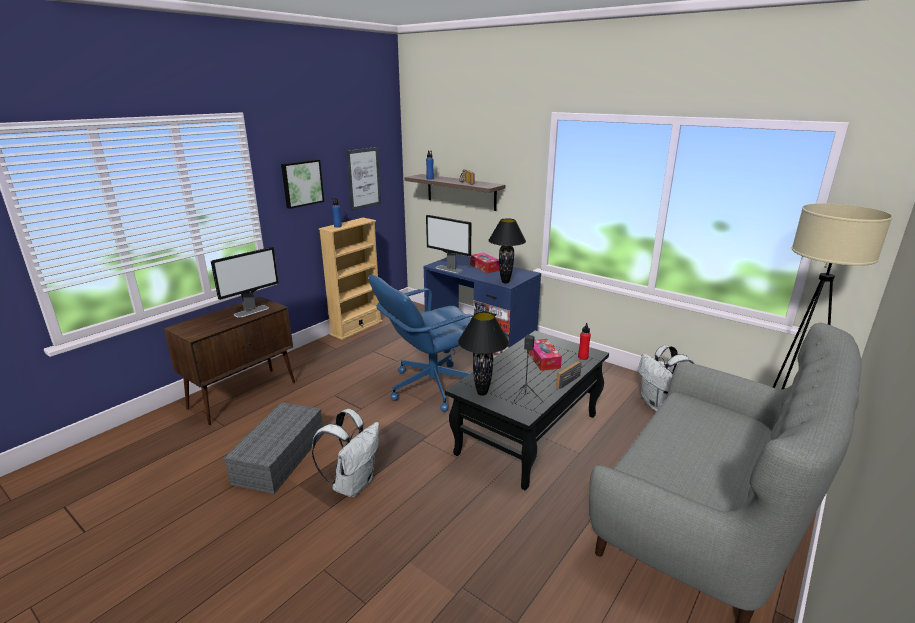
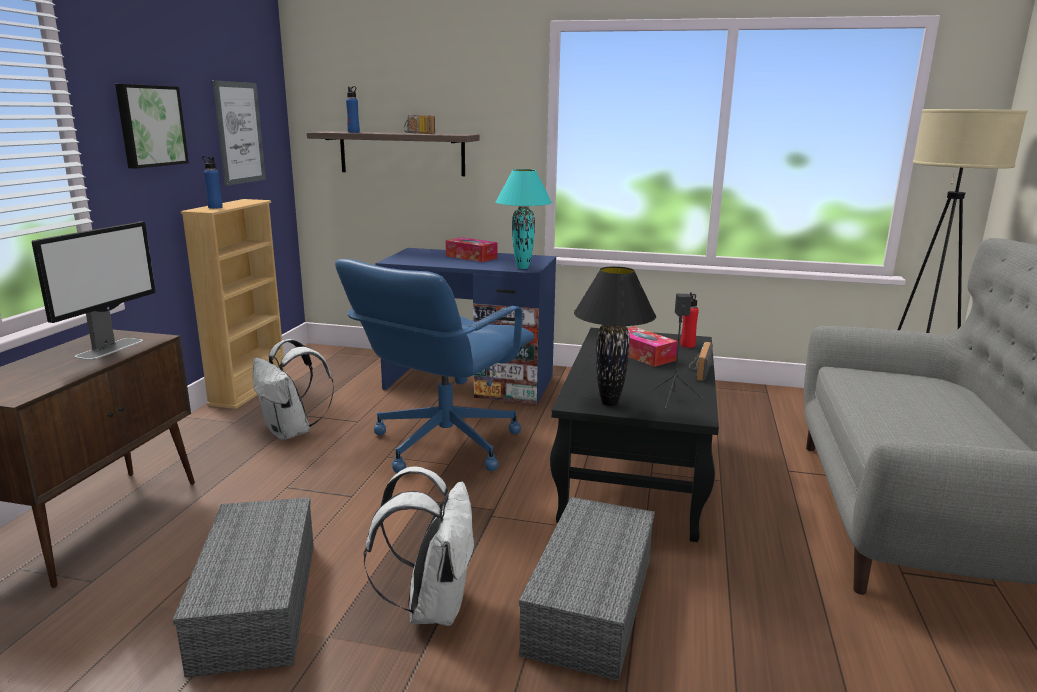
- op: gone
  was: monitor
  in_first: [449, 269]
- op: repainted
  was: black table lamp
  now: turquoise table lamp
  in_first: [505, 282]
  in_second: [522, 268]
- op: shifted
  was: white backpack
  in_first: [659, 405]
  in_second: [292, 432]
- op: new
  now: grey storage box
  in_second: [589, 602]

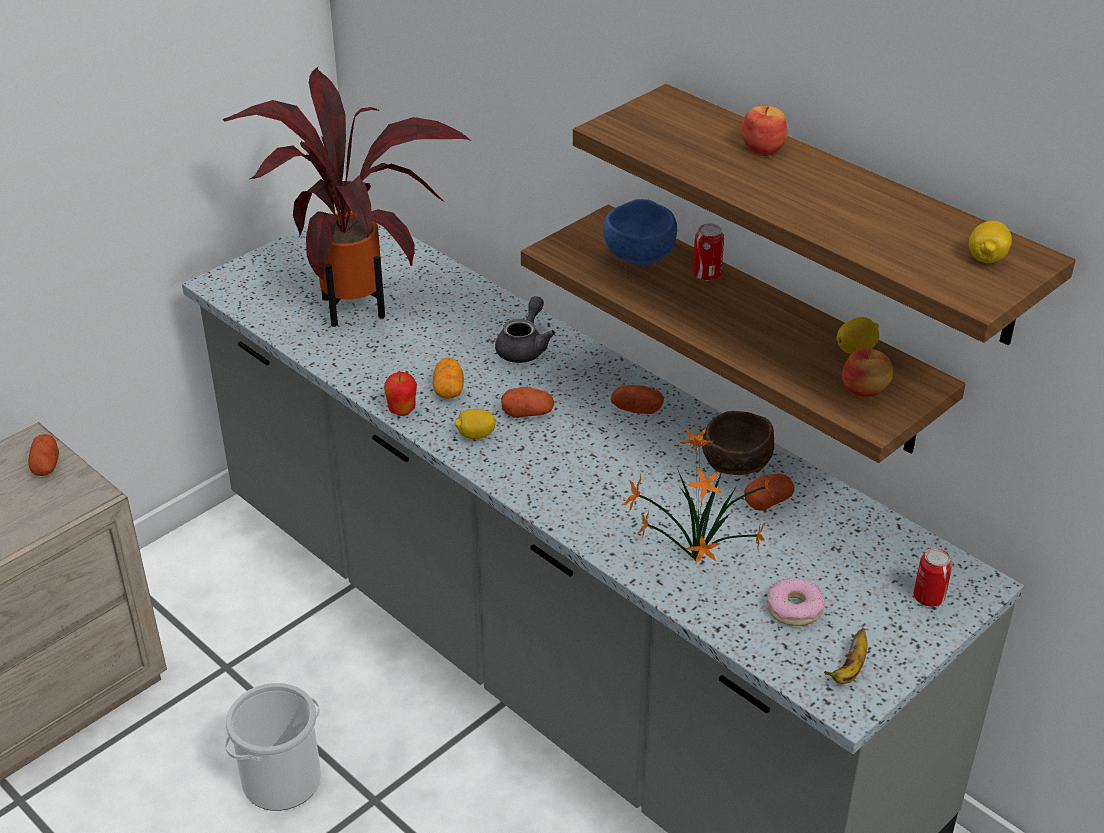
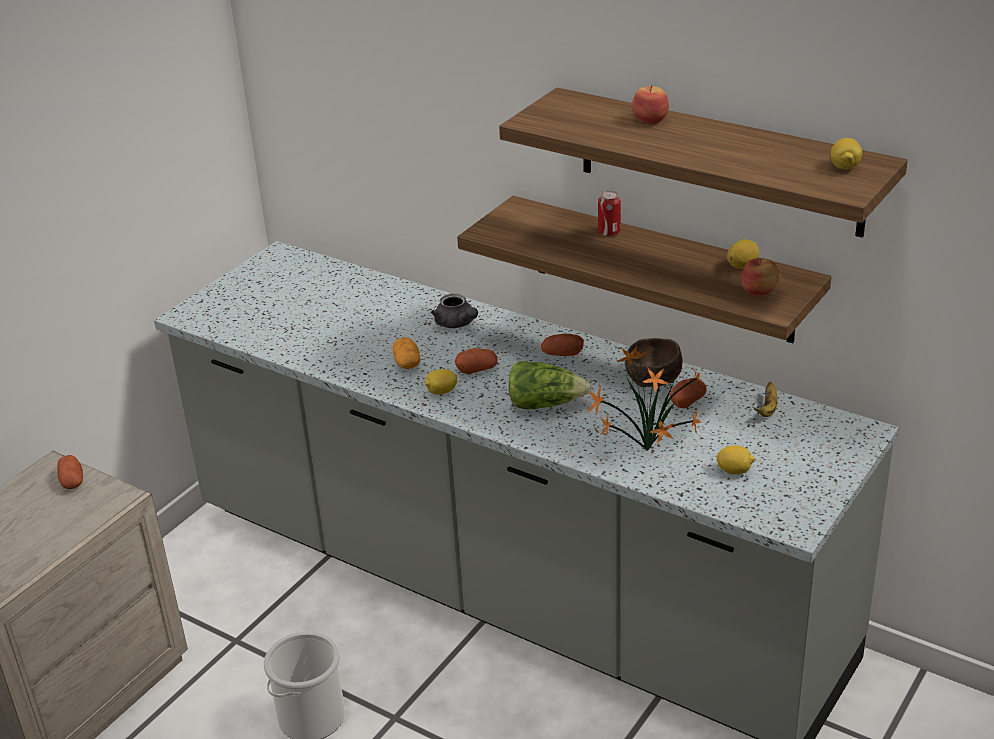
- op: gone
  was: potted plant
  in_first: [356, 303]
- op: gone
  was: apple
  in_first: [402, 410]
- op: rotated
  was: grey teapot
  in_first: [524, 347]
  in_second: [457, 324]
  clockwise: 135
- op: gone
  was: blue bowl
  in_first: [639, 253]
- op: swapped
  was: donut
  now: lemon
  in_first: [794, 609]
  in_second: [734, 471]
- op: shifted
  was: banana
  in_first: [849, 669]
  in_second: [767, 409]
- op: gone
  was: can
  in_first: [928, 597]
- op: new
  now: lettuce
  in_second: [545, 404]

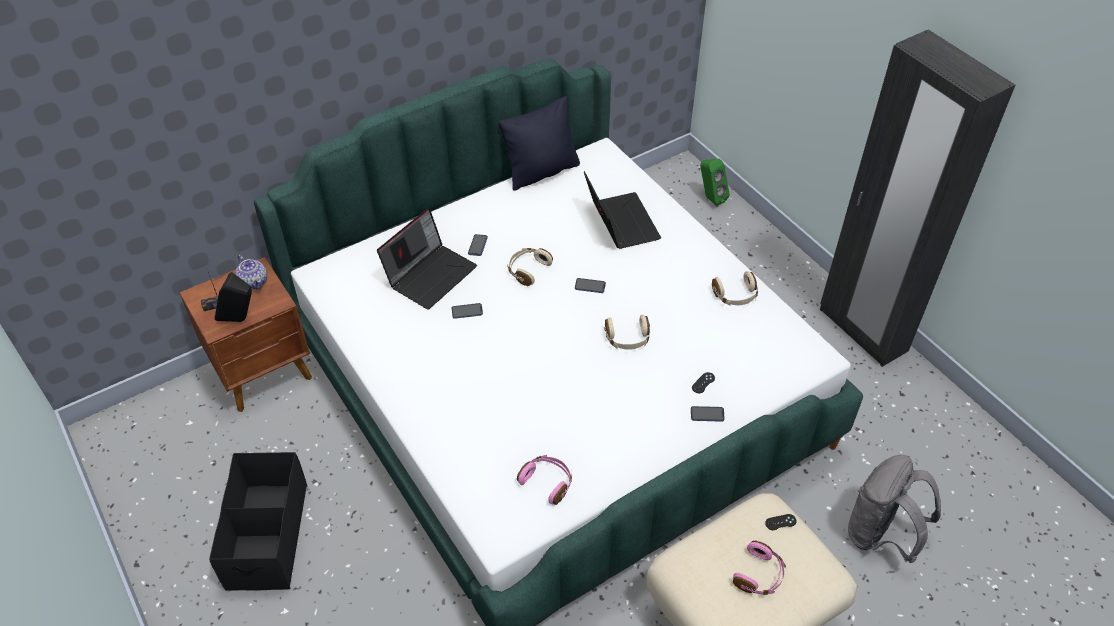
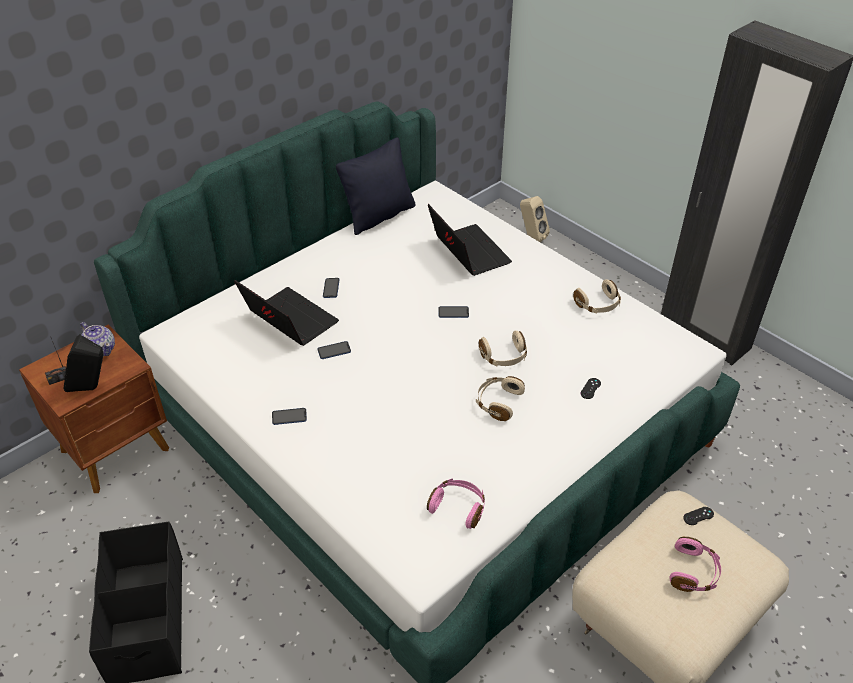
- op: rotated
  was: laptop
  in_first: [430, 274]
  in_second: [288, 320]
  clockwise: -75
- op: shifted
  was: beige headphones
  in_first: [528, 270]
  in_second: [498, 402]
- op: shifted
  was: phone
  in_first: [707, 414]
  in_second: [289, 417]
- op: repainted
  was: green speaker
  now: beige speaker
  in_first: [710, 198]
  in_second: [531, 236]
- op: gone
  was: grey backpack
  in_first: [880, 535]

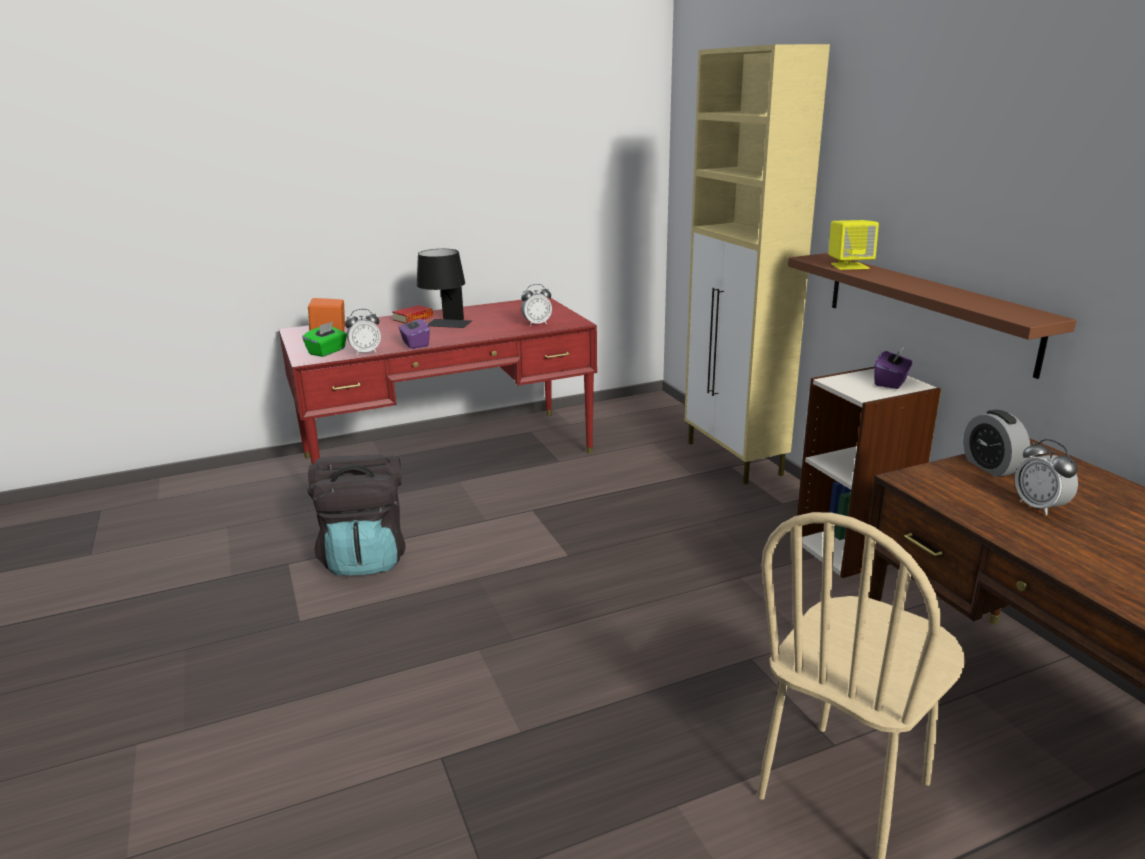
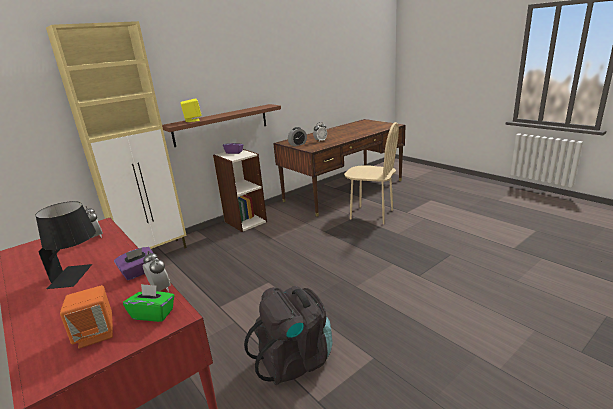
- op: gone
  was: book
  in_first: [413, 318]

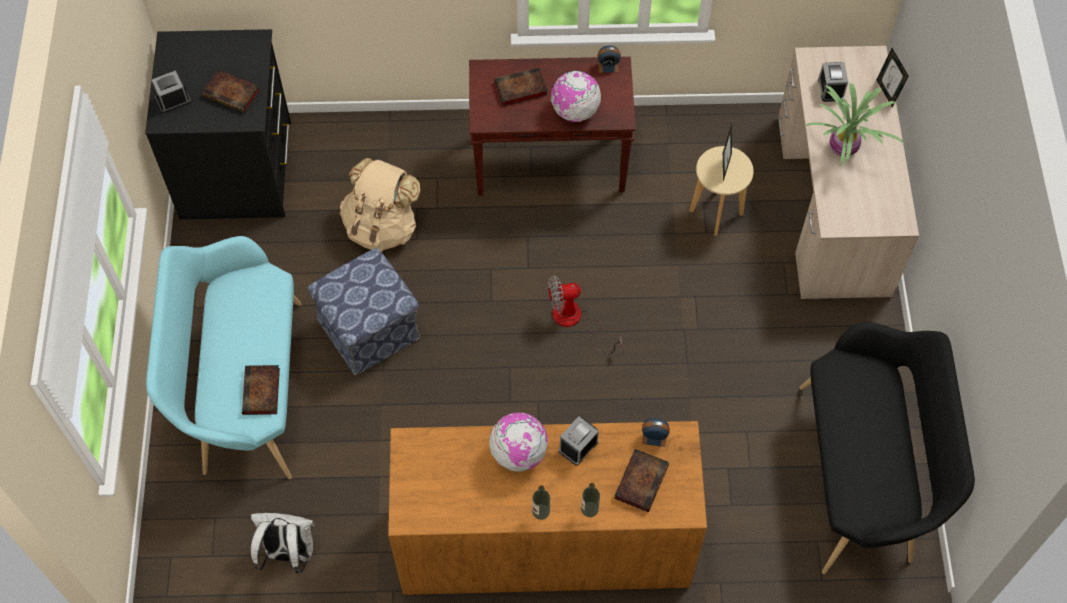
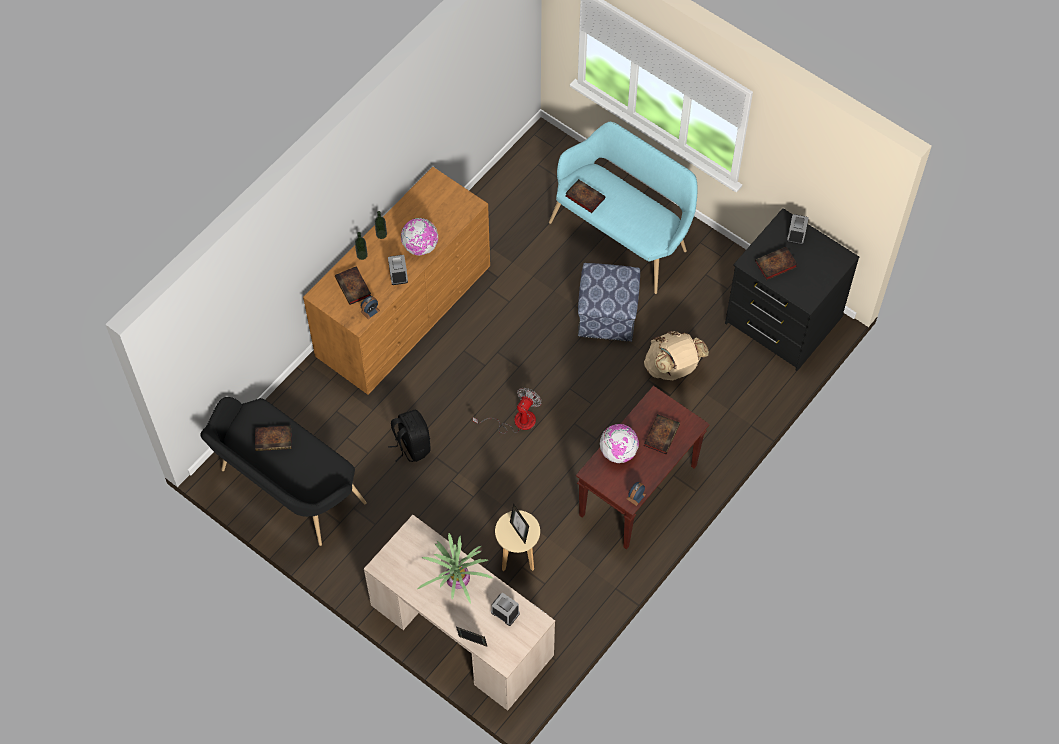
- op: gone
  was: white backpack
  in_first: [288, 553]
- op: new
  now: book
  in_second: [274, 439]
- op: new
  now: black backpack
  in_second: [411, 446]

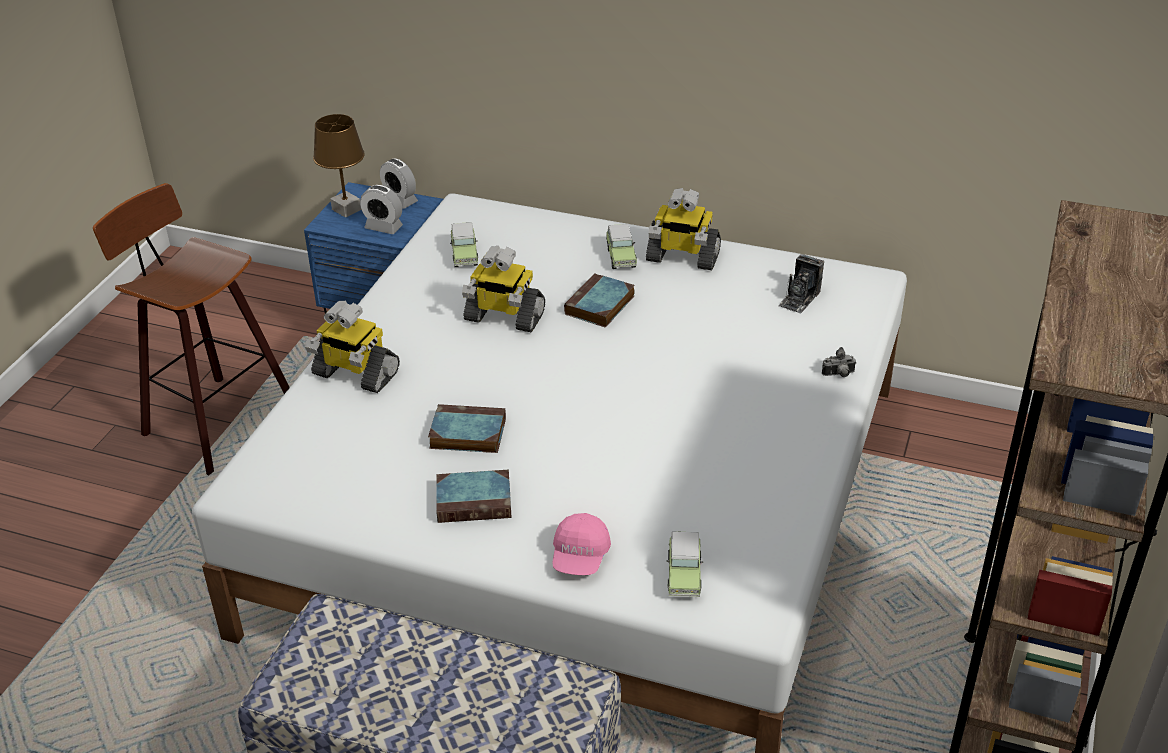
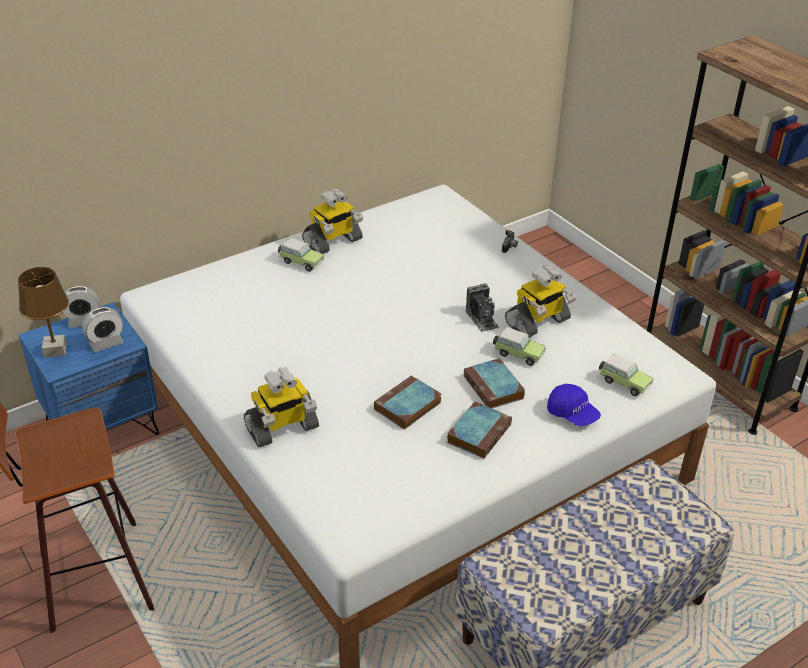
- op: shifted
  was: toy car
  in_first: [464, 255]
  in_second: [517, 354]
- op: shifted
  was: toy robot
  in_first: [503, 317]
  in_second: [537, 322]
- op: repainted
  was: pink cap
  now: blue cap
  in_first: [580, 557]
  in_second: [572, 414]
- op: shifted
  was: book
  in_first: [599, 306]
  in_second: [494, 388]
- op: shifted
  was: photo camera
  in_first: [799, 298]
  in_second: [482, 319]

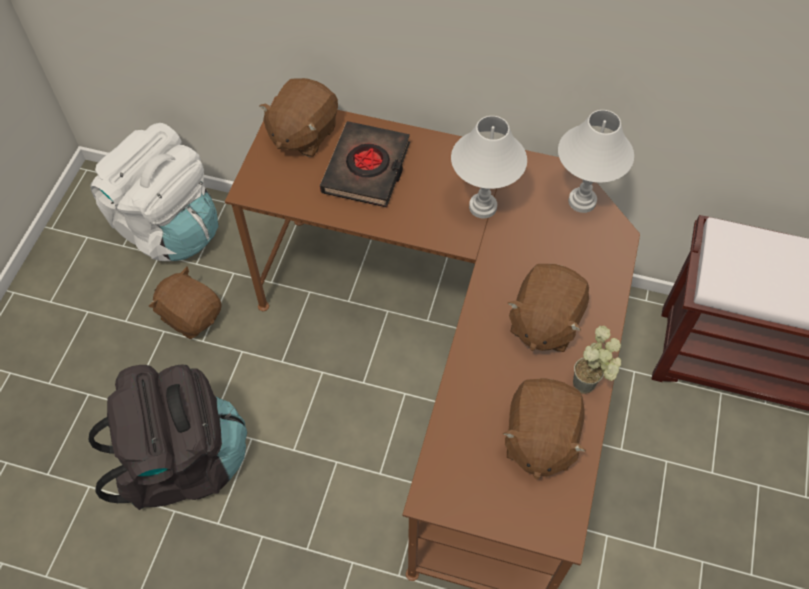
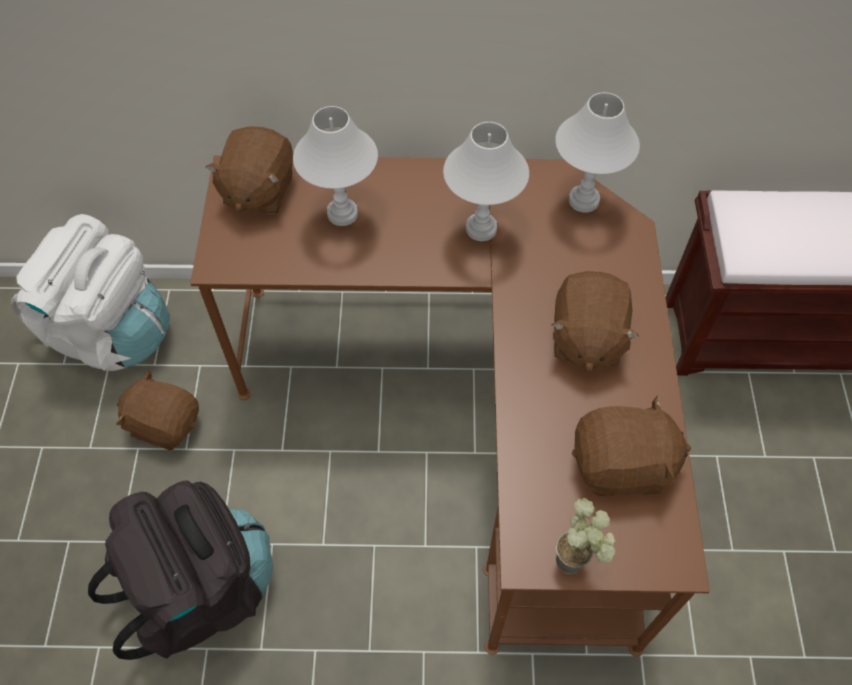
- op: swapped
  was: black book
  now: white table lamp
  in_first: [367, 169]
  in_second: [342, 214]
- op: rotated
  was: brown plush toy
  in_first: [539, 439]
  in_second: [622, 465]
  clockwise: -90
- op: shifted
  was: potted plant
  in_first: [590, 386]
  in_second: [578, 562]

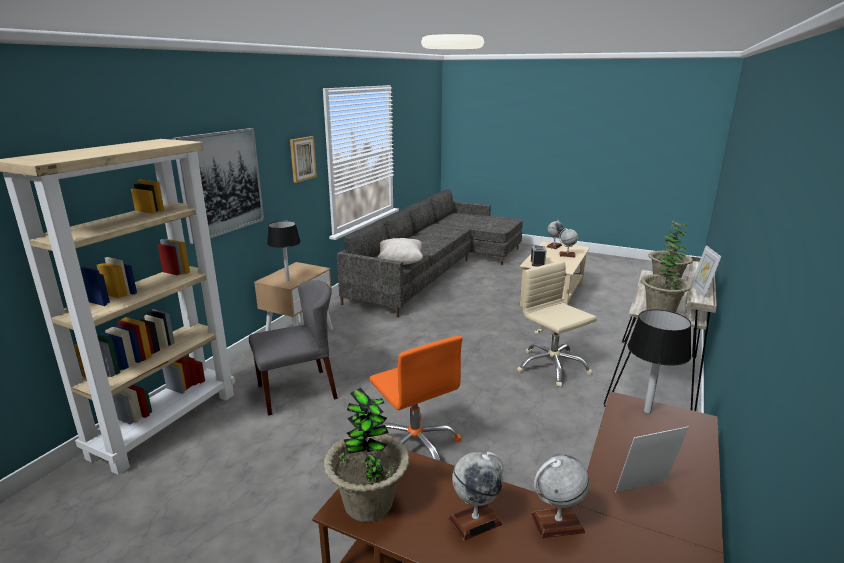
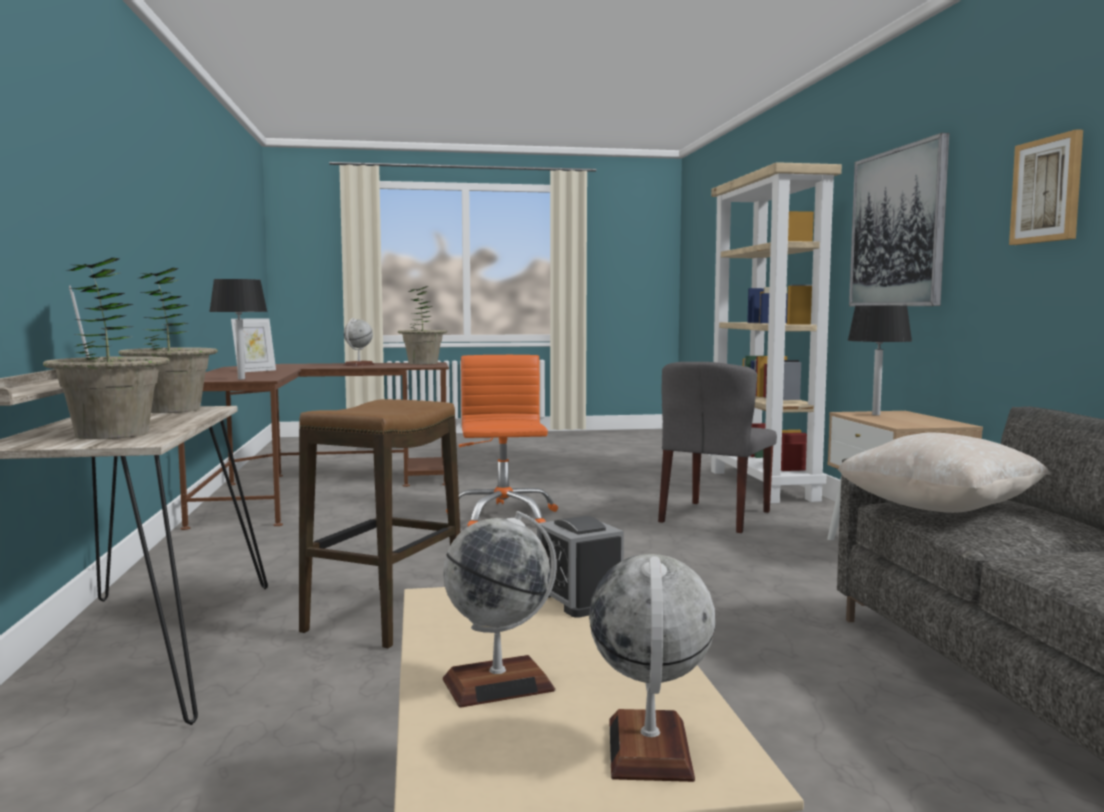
- op: rotated
  was: orange office chair
  in_first: [415, 447]
  in_second: [503, 516]
  clockwise: 60
- op: swapped
  was: beige office chair
  now: stool
  in_first: [552, 367]
  in_second: [385, 616]
- op: gone
  was: globe
  in_first: [557, 523]

